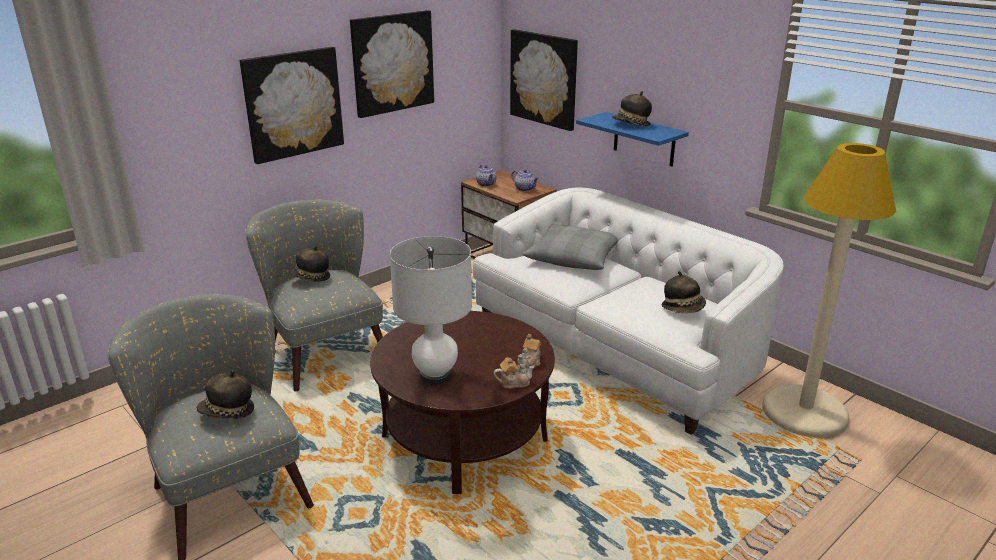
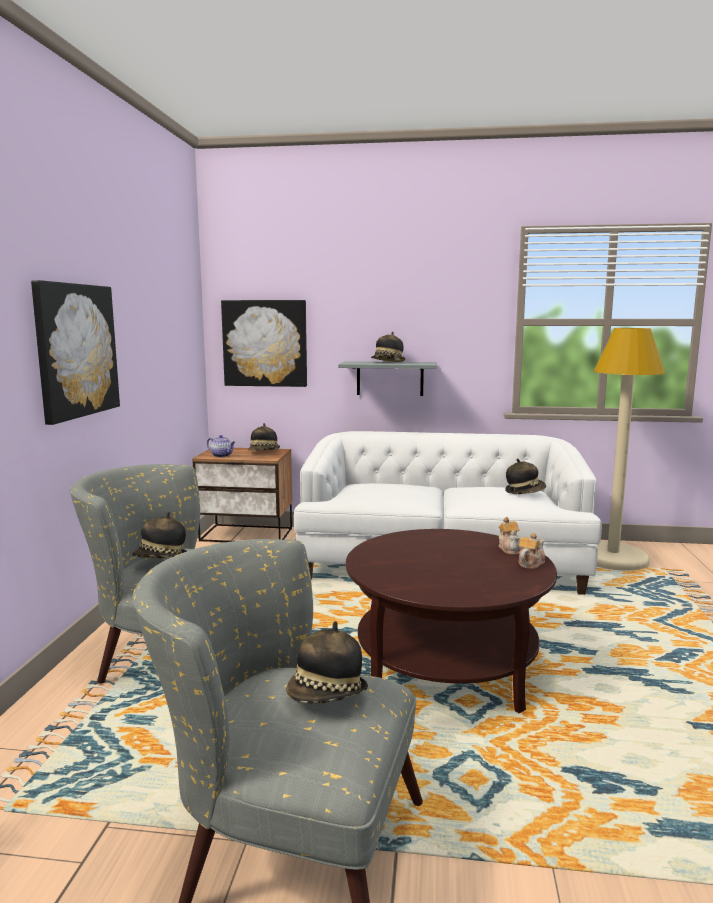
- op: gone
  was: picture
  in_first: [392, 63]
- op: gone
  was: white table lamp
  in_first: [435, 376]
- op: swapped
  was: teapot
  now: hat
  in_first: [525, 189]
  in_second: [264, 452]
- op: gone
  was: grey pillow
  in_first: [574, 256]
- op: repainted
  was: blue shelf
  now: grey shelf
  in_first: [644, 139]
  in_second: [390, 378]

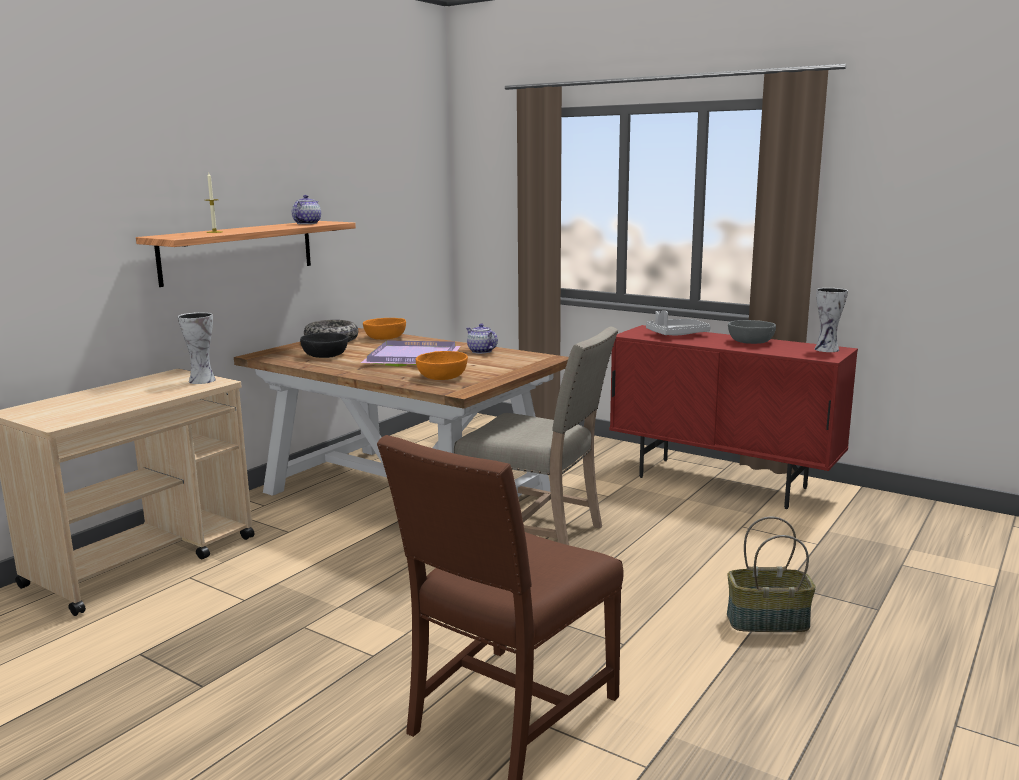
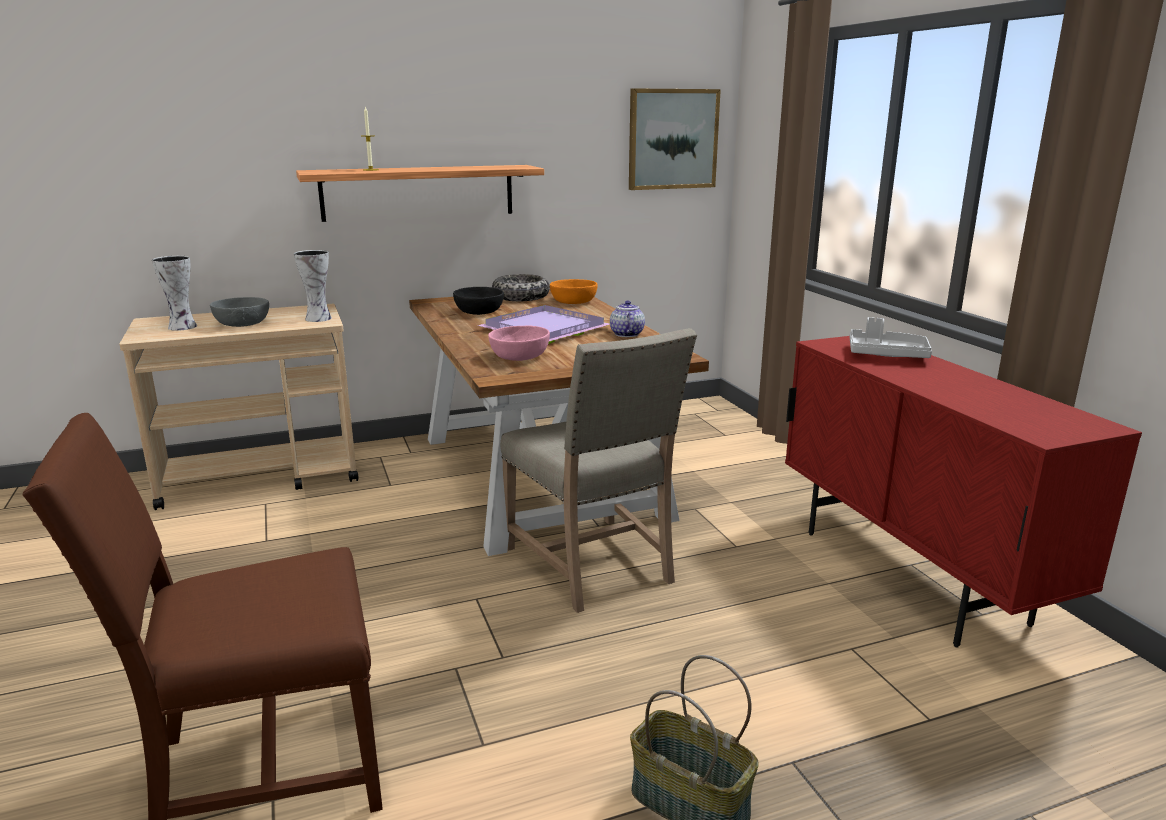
- op: gone
  was: teapot
  in_first: [307, 223]
- op: repainted
  was: orange bowl
  now: pink bowl
  in_first: [442, 377]
  in_second: [519, 356]
- op: shifted
  was: grey bowl
  in_first: [750, 342]
  in_second: [242, 323]
- op: shifted
  was: vase
  in_first: [828, 349]
  in_second: [182, 327]
- op: new
  now: picture
  in_second: [672, 139]

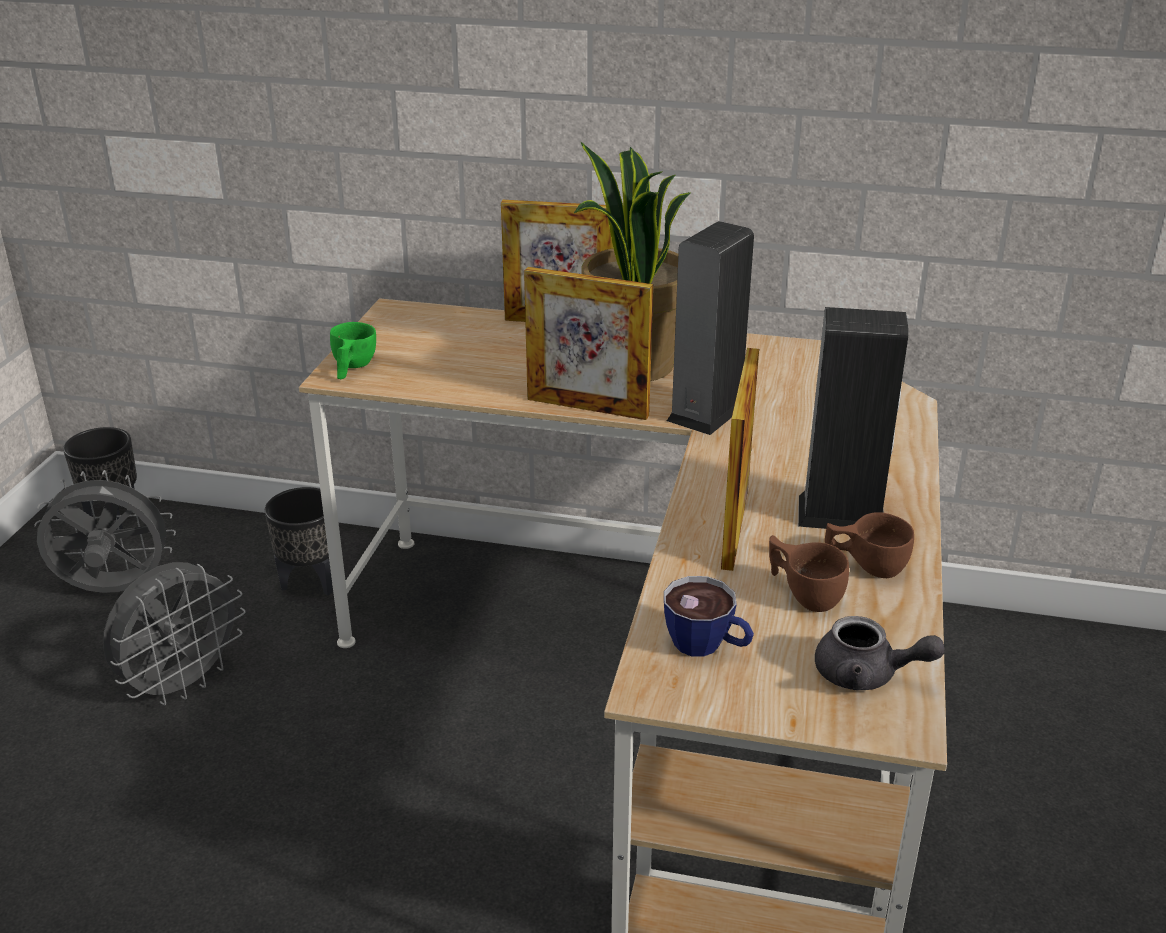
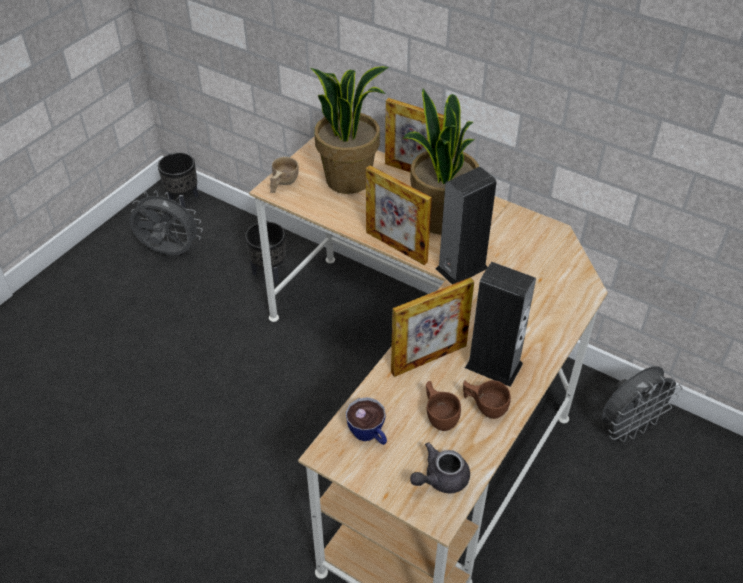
- op: shifted
  was: grey fan
  in_first: [183, 684]
  in_second: [629, 426]
- op: repainted
  was: green cup
  now: beige cup
  in_first: [351, 368]
  in_second: [282, 184]
- op: rotated
  was: picture frame
  in_first: [735, 527]
  in_second: [429, 359]
  clockwise: -150
- op: rotated
  was: grey teapot
  in_first: [867, 675]
  in_second: [440, 479]
  clockwise: 105
- op: new
  now: potted plant
  in_second: [349, 179]

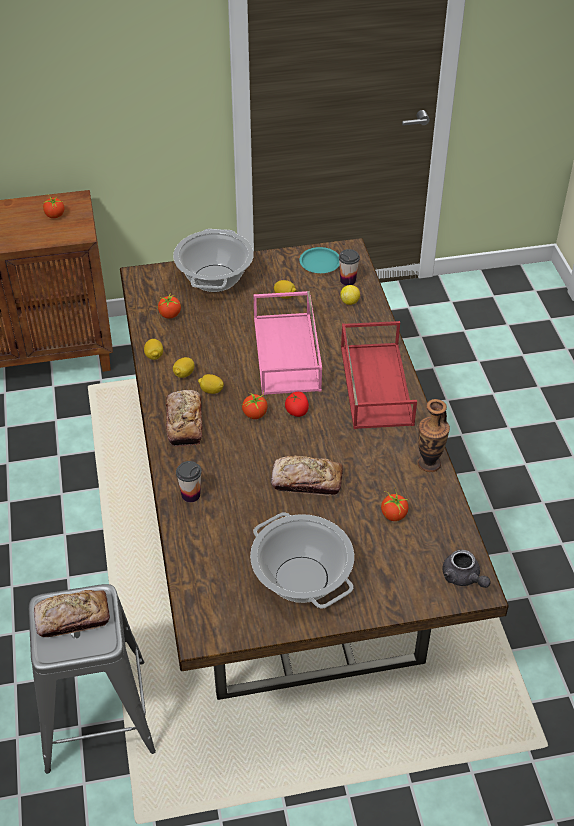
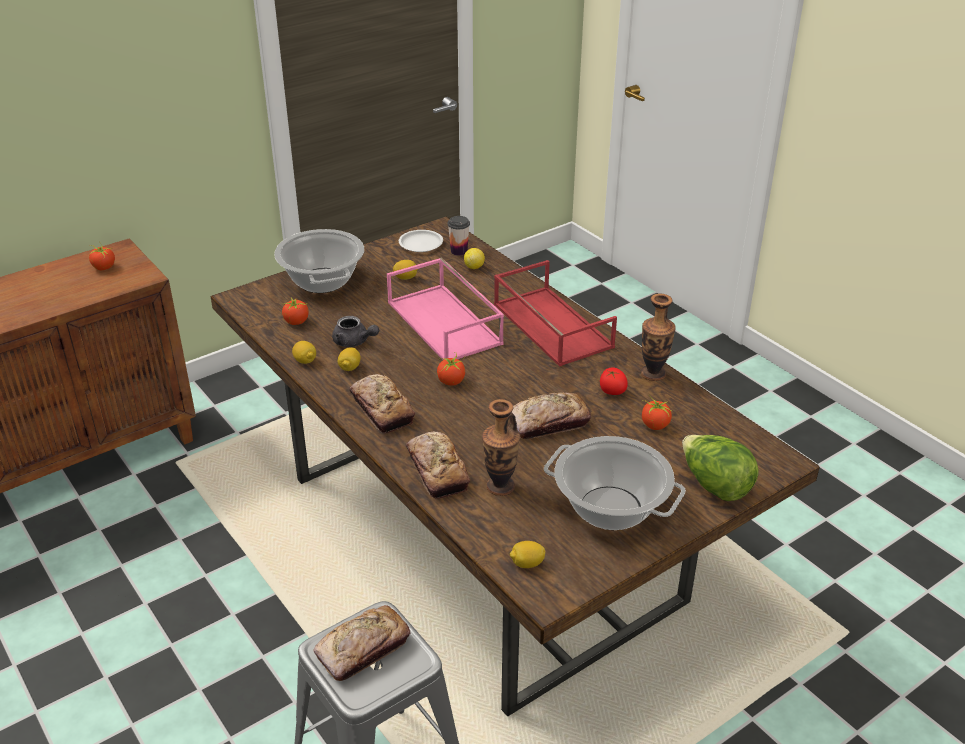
- op: swapped
  was: cup
  now: bread
  in_first: [191, 495]
  in_second: [437, 471]
- op: shifted
  was: lemon
  in_first: [211, 390]
  in_second: [527, 564]
- op: shifted
  was: tomato
  in_first: [297, 411]
  in_second: [612, 391]
- op: repainted
  was: turquoise plate
  now: white plate
  in_first: [319, 263]
  in_second: [420, 244]
- op: shifted
  was: grey teapot
  in_first: [463, 578]
  in_second: [354, 342]
- op: new
  now: vase
  in_second: [500, 486]
- op: new
  now: lettuce
  in_second: [714, 485]

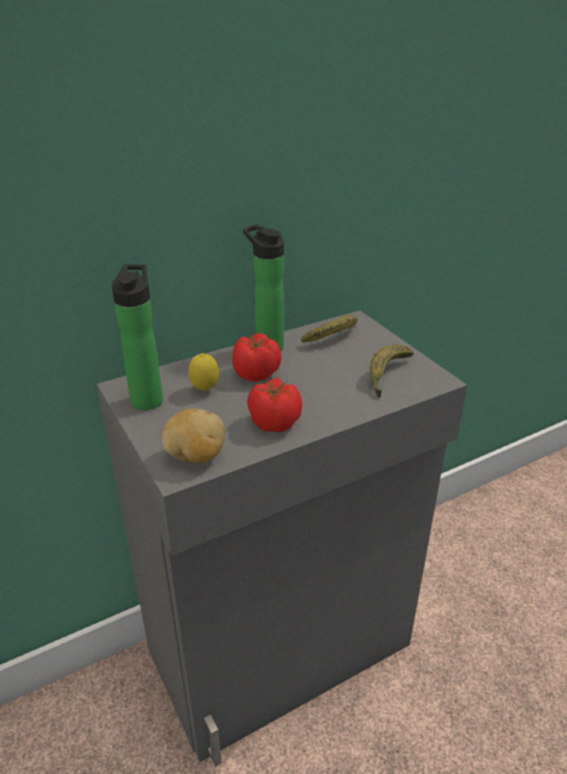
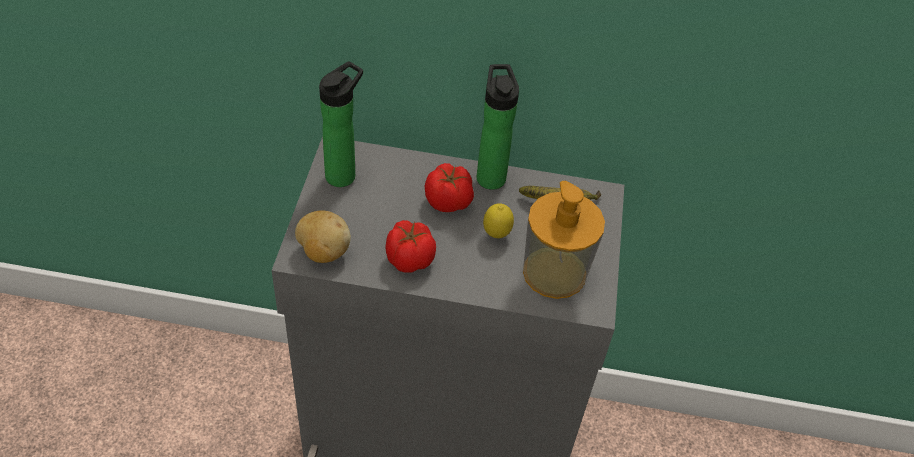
- op: shifted
  was: lemon
  in_first: [205, 390]
  in_second: [496, 235]
- op: swapped
  was: banana
  now: soap dispenser
  in_first: [386, 375]
  in_second: [554, 273]

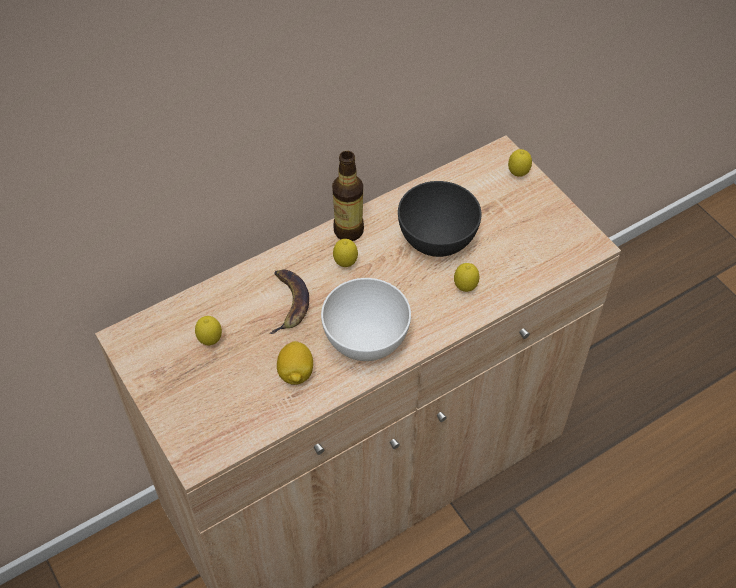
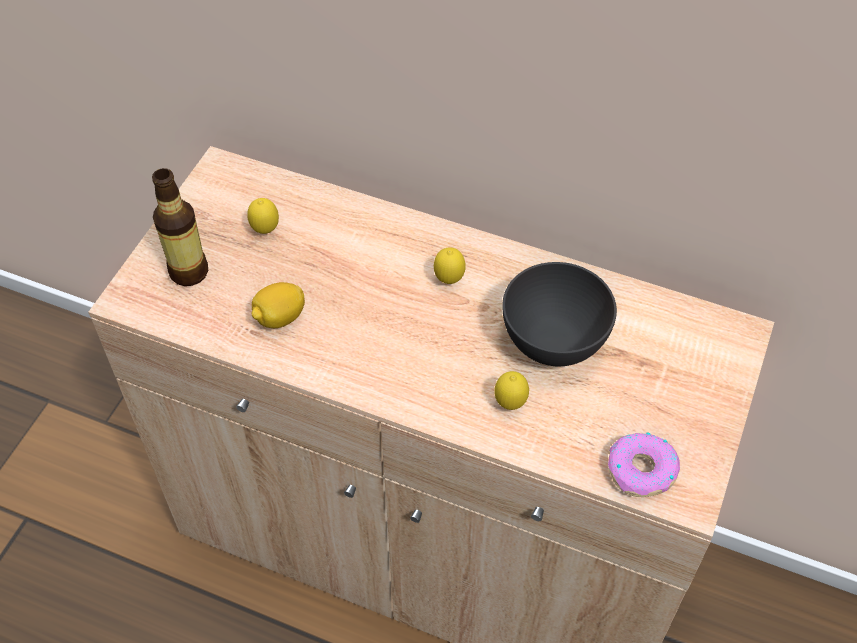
- op: gone
  was: banana
  in_first: [288, 302]
- op: gone
  was: white bowl
  in_first: [366, 339]
- op: shifted
  was: bottle
  in_first: [348, 231]
  in_second: [189, 272]
- op: gone
  was: lemon
  in_first: [518, 174]
- op: new
  now: donut
  in_second: [641, 470]

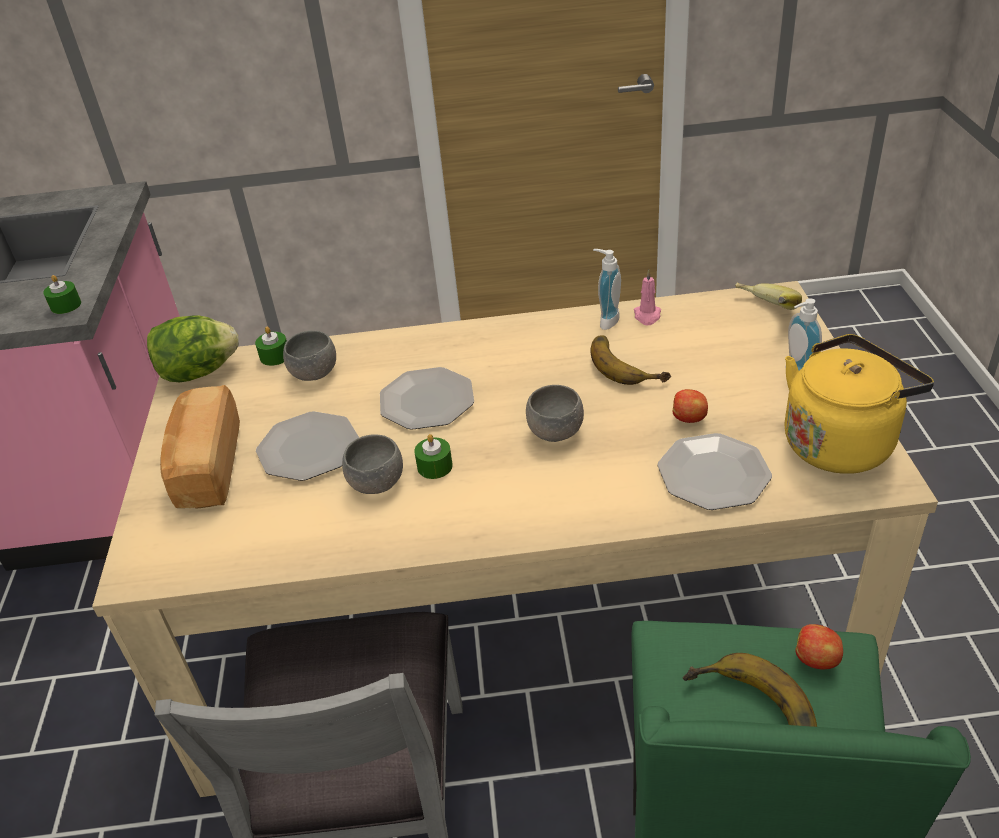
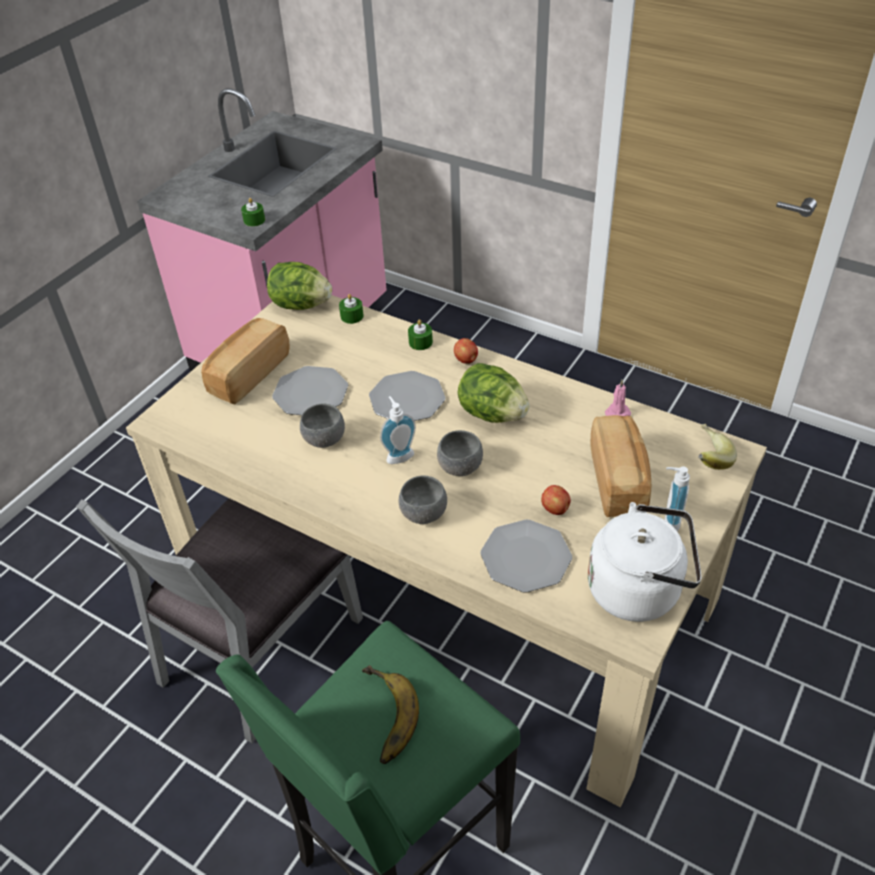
- op: shifted
  was: grey bowl
  in_first: [314, 373]
  in_second: [423, 514]
- op: shifted
  was: green candle
  in_first: [435, 466]
  in_second: [420, 342]
- op: gone
  was: banana
  in_first: [628, 363]
- op: shifted
  was: soap dispenser
  in_first: [606, 320]
  in_second: [398, 455]
- op: repainted
  was: yellow kettle
  now: white kettle
  in_first: [841, 442]
  in_second: [639, 589]
- op: shifted
  was: apple
  in_first: [816, 660]
  in_second: [466, 360]
- op: new
  now: lettuce
  in_second: [492, 414]
- op: new
  now: bread
  in_second: [619, 481]

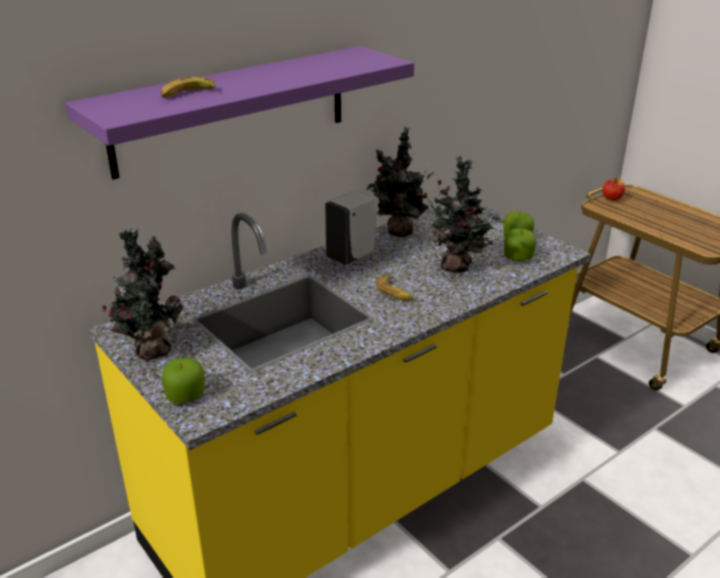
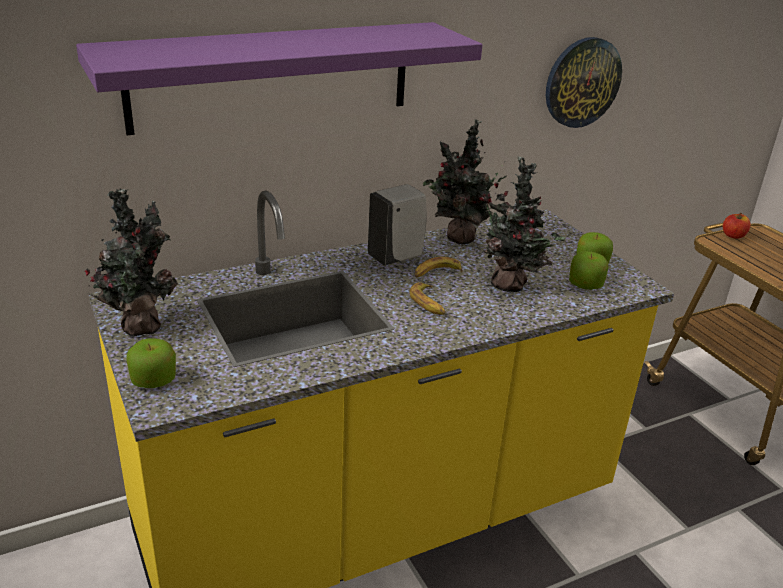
- op: shifted
  was: banana
  in_first: [187, 94]
  in_second: [436, 273]
- op: new
  now: wall clock
  in_second: [582, 82]

